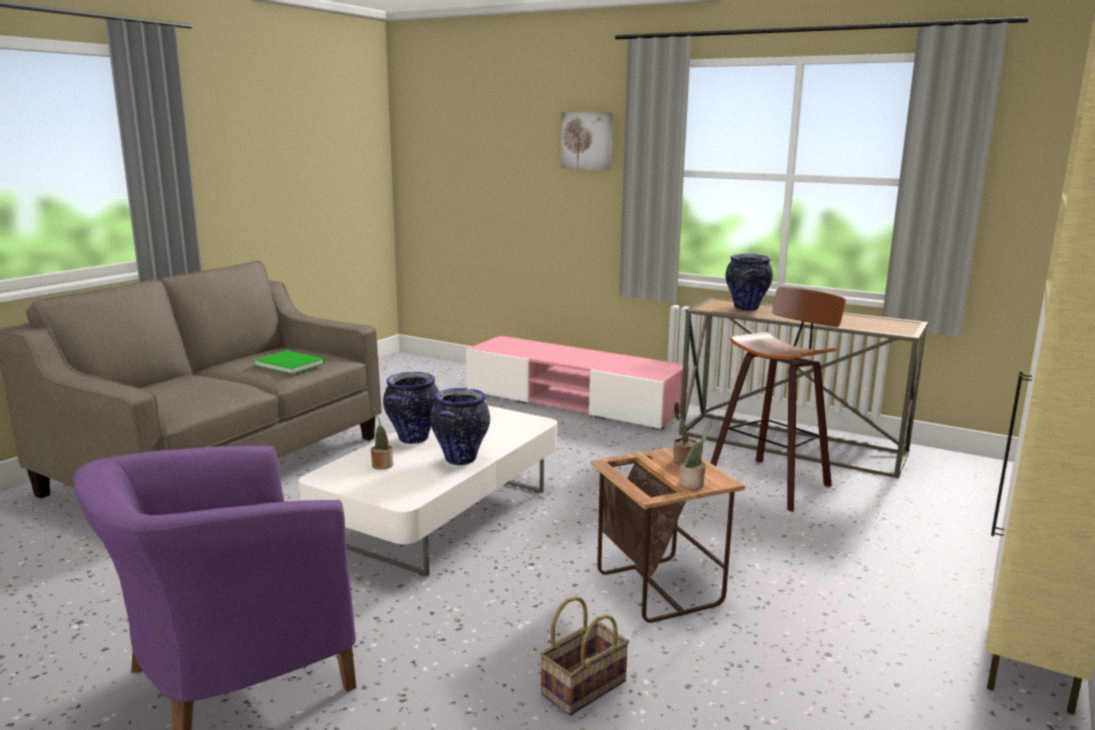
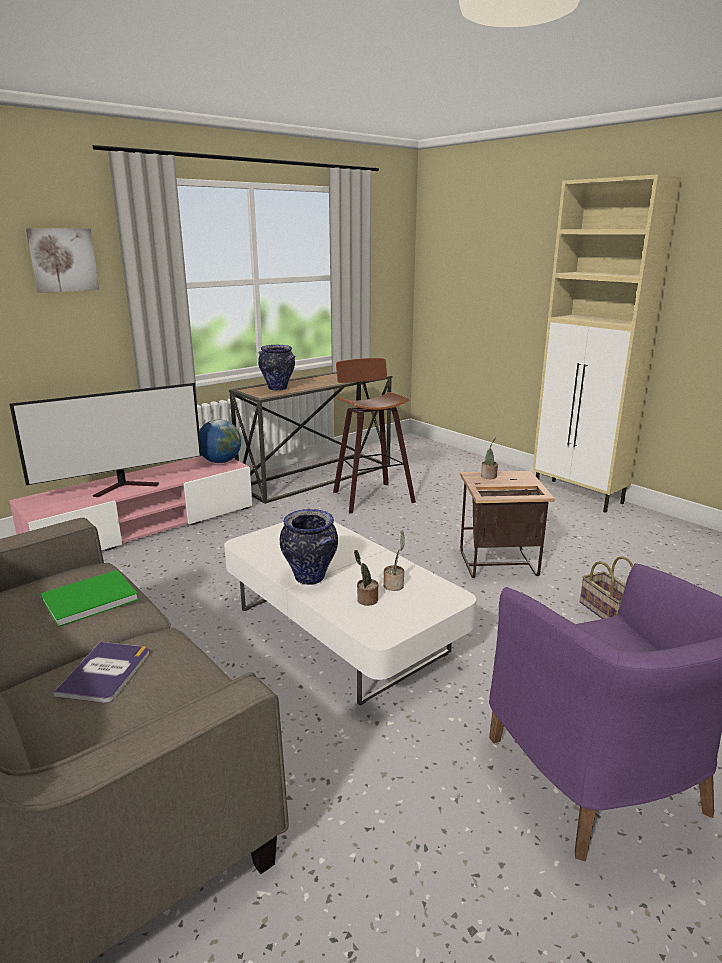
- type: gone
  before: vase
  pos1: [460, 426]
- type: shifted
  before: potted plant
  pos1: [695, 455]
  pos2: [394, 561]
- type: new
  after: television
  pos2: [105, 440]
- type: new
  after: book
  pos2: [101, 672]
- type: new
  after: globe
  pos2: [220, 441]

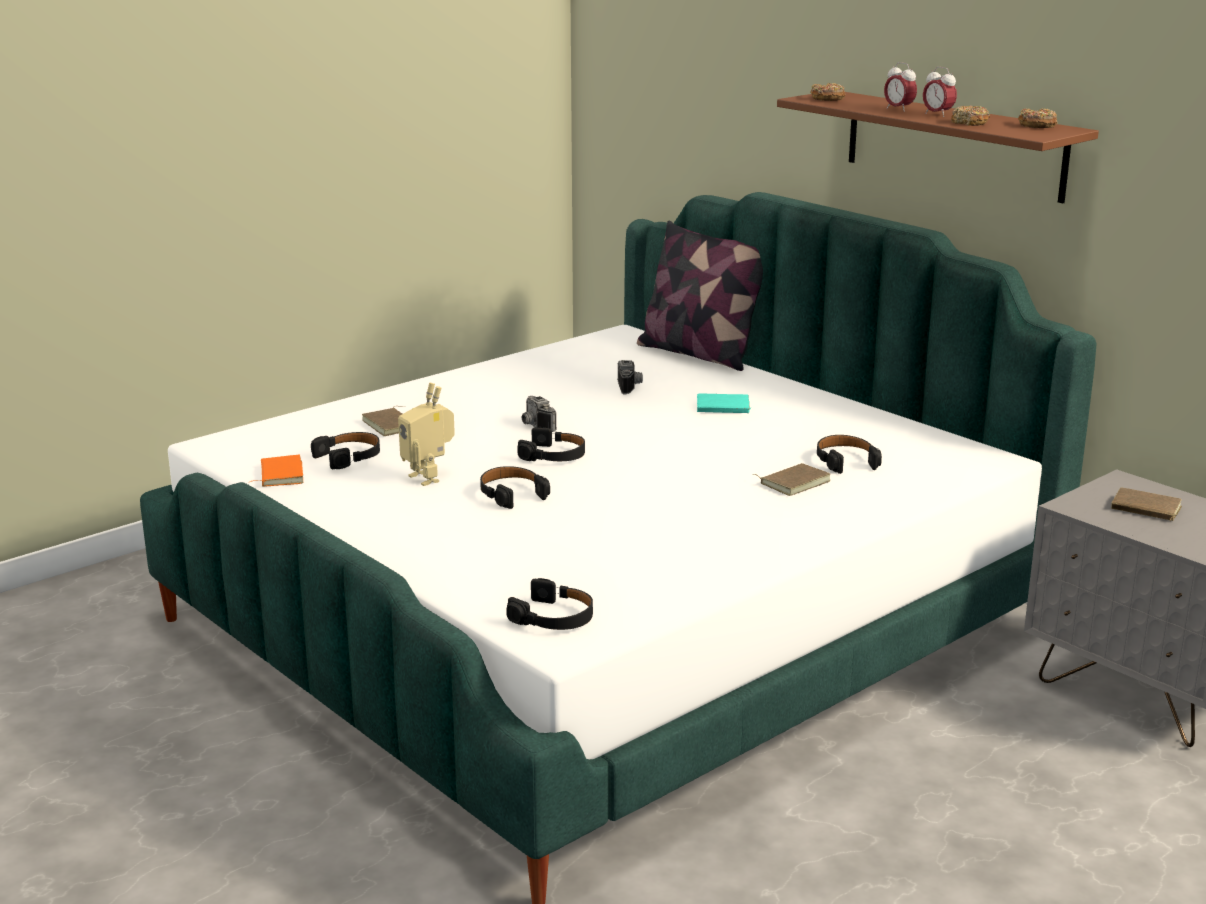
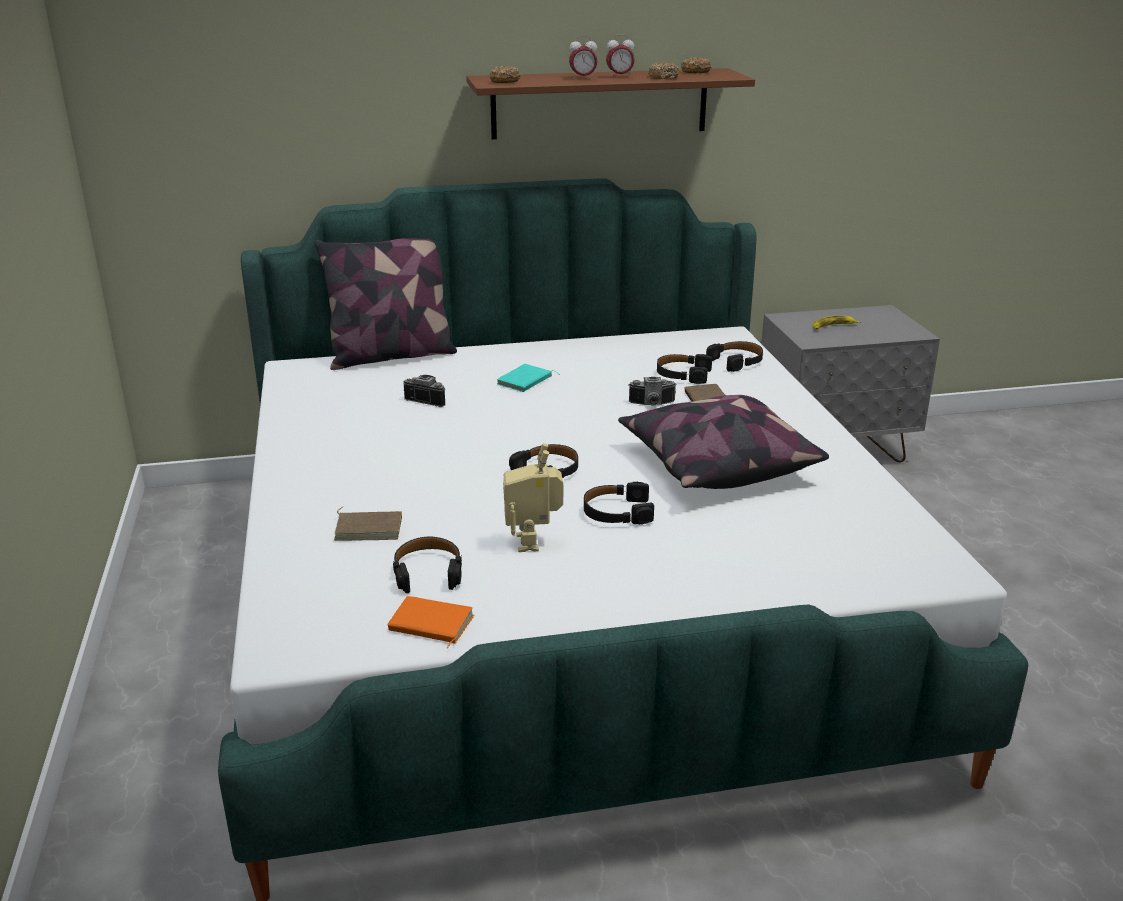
- type: rotated
  before: toy robot
  pos1: [426, 434]
  pos2: [533, 497]
  turn: 90
- type: shifted
  before: headphones (black)
  pos1: [549, 604]
  pos2: [734, 356]
- type: shifted
  before: photo camera
  pos1: [539, 414]
  pos2: [652, 391]
- type: swapped
  before: book (brown)
  after: banana
  pos1: [1146, 504]
  pos2: [836, 323]
- type: new
  after: pillow
  pos2: [723, 442]

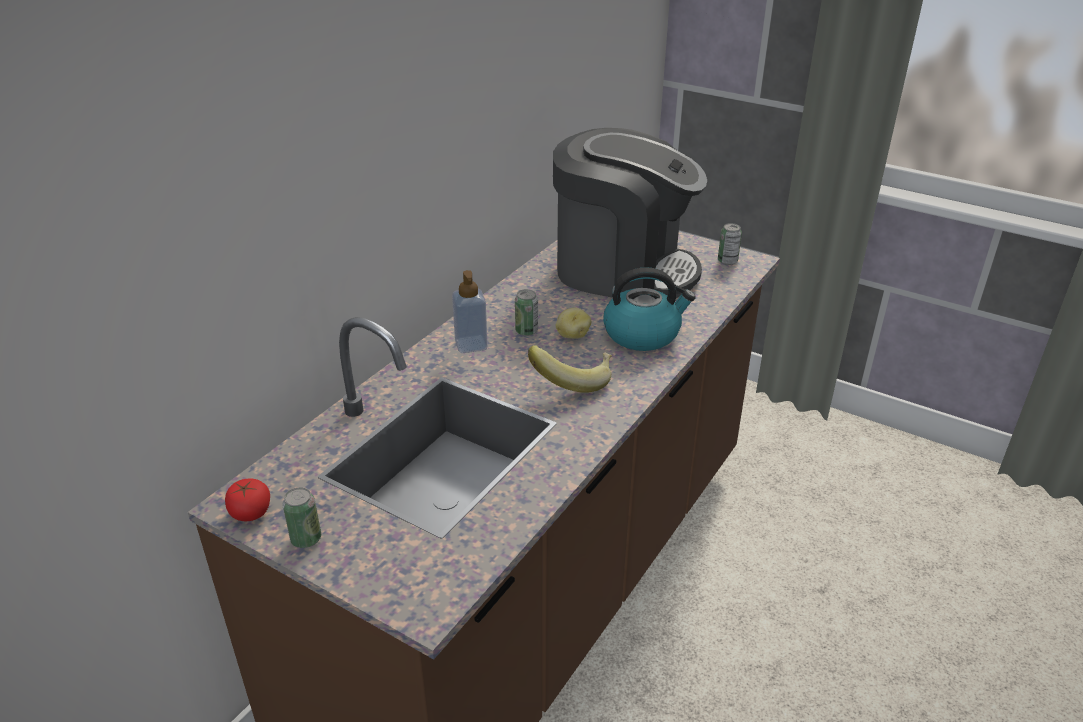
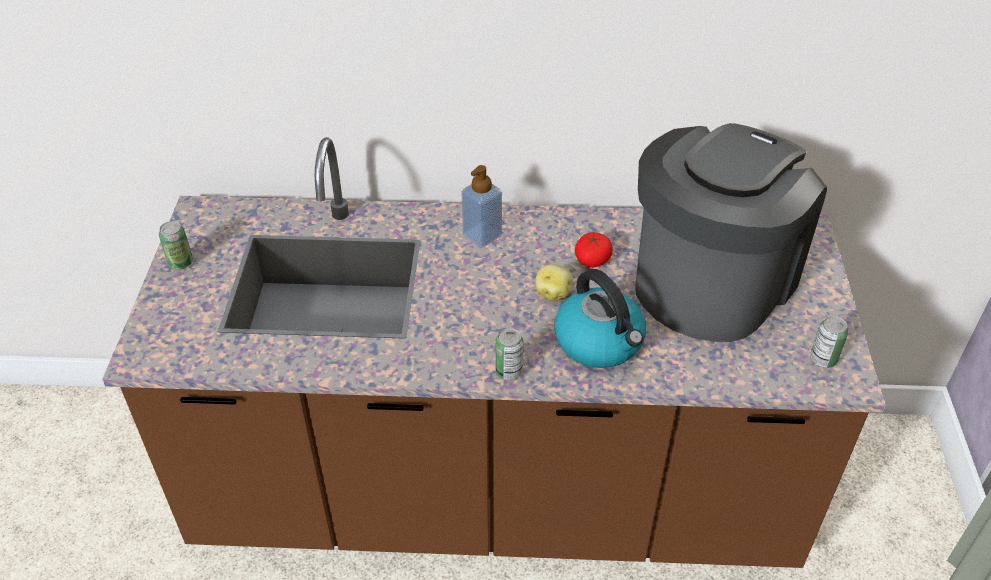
- type: shifted
  before: tomato
  pos1: [247, 499]
  pos2: [594, 249]
- type: shifted
  before: can
  pos1: [526, 312]
  pos2: [509, 354]
- type: gone
  before: banana
  pos1: [570, 369]
- type: rotated
  before: coffee machine
  pos1: [630, 213]
  pos2: [731, 232]
  turn: -135

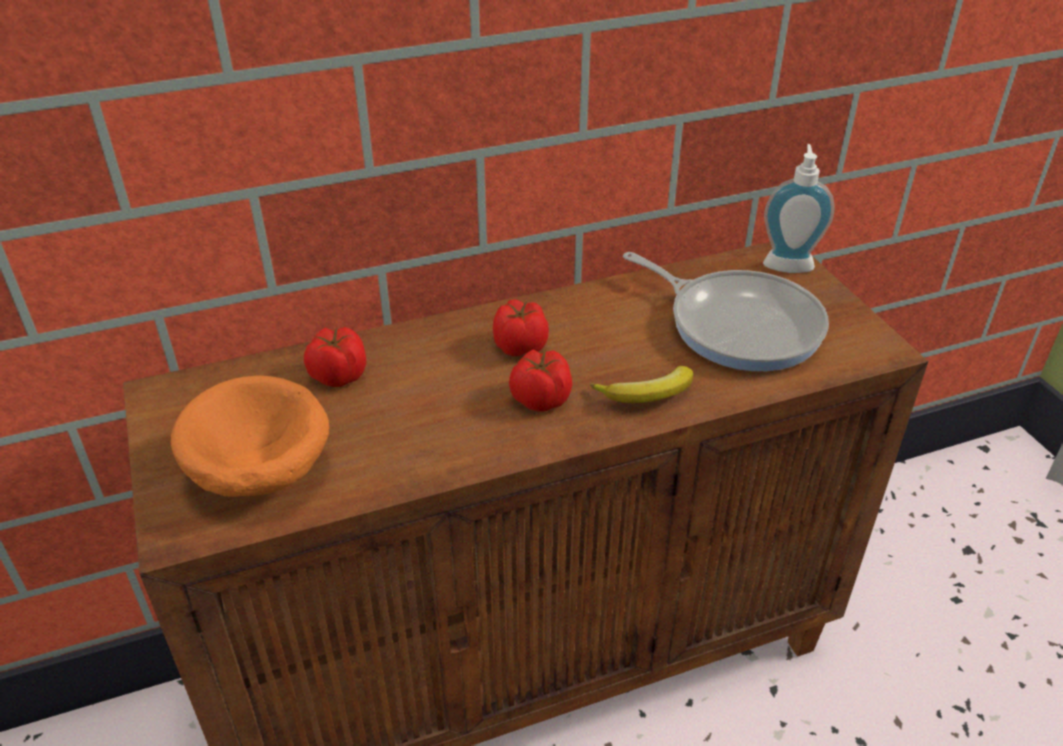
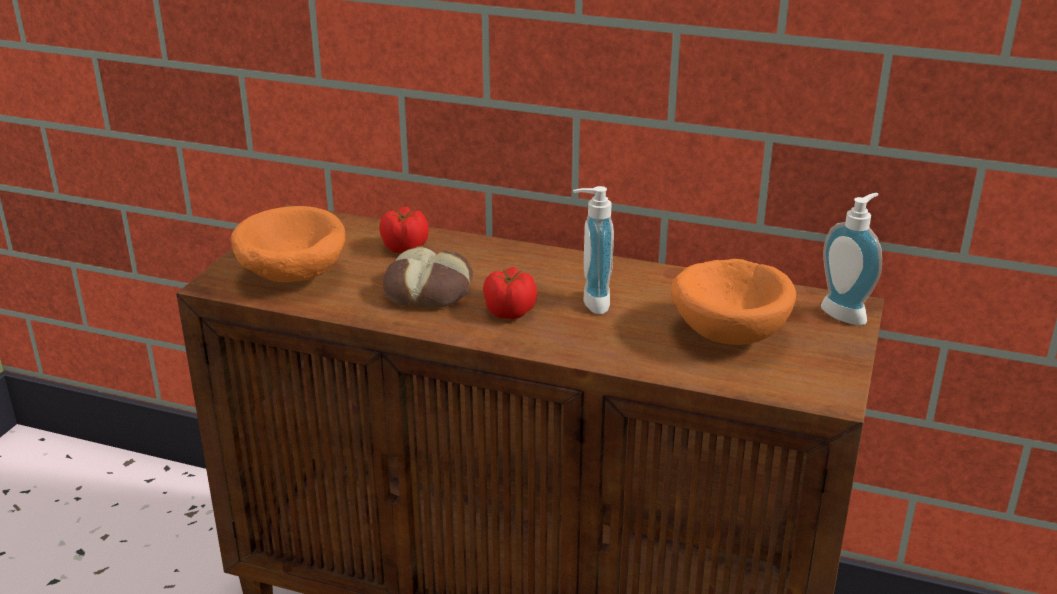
- type: gone
  before: tomato
  pos1: [521, 327]
- type: gone
  before: banana
  pos1: [641, 384]
- type: swapped
  before: frying pan
  after: bowl (orange)
  pos1: [726, 311]
  pos2: [733, 302]
- type: new
  after: bread
  pos2: [428, 277]
- type: new
  after: soap dispenser
  pos2: [593, 250]

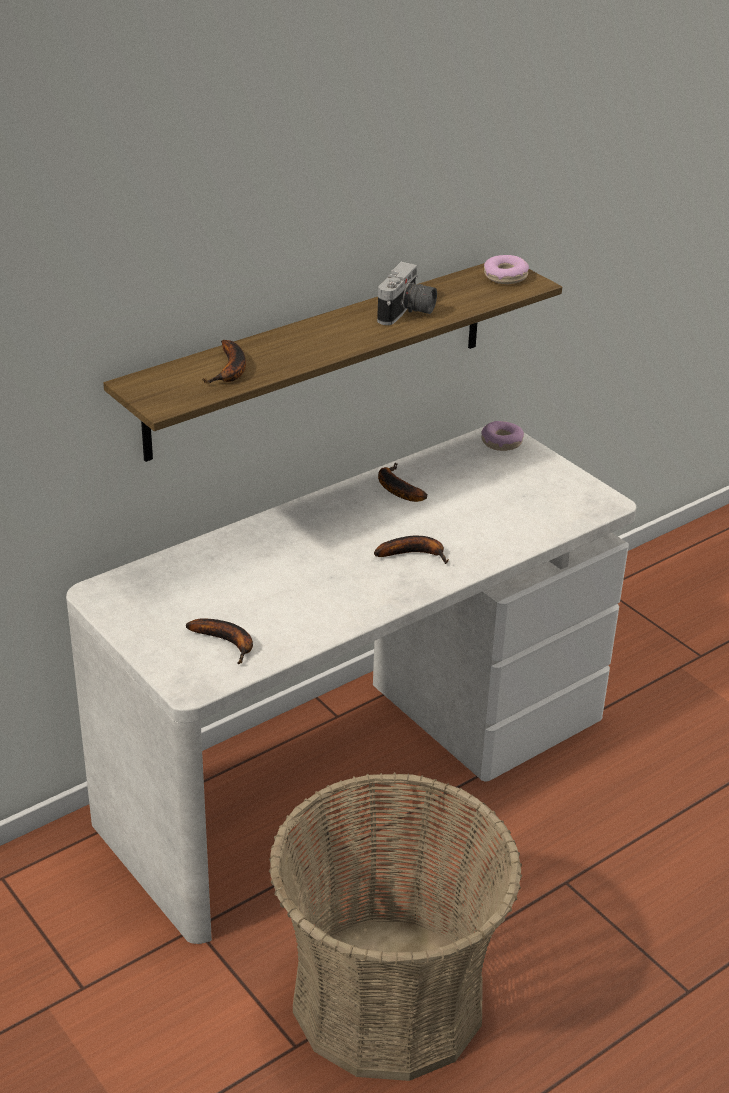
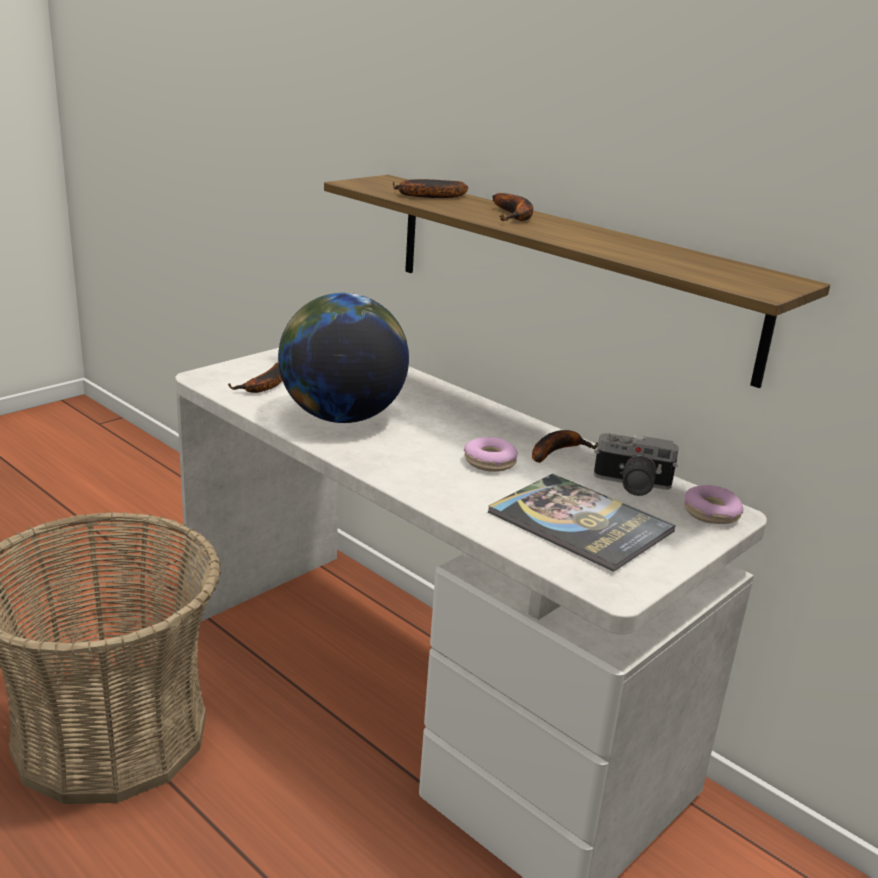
- type: shifted
  before: banana
  pos1: [411, 550]
  pos2: [512, 207]
- type: shifted
  before: photo camera
  pos1: [407, 293]
  pos2: [636, 464]
- type: shifted
  before: donut
  pos1: [506, 269]
  pos2: [491, 454]
- type: new
  after: globe
  pos2: [343, 358]
- type: new
  after: book
  pos2: [582, 523]

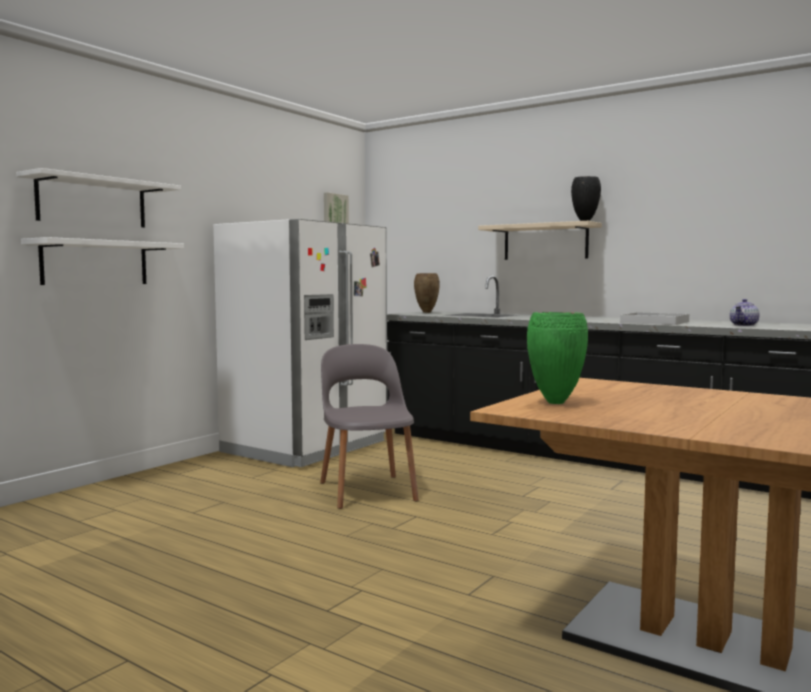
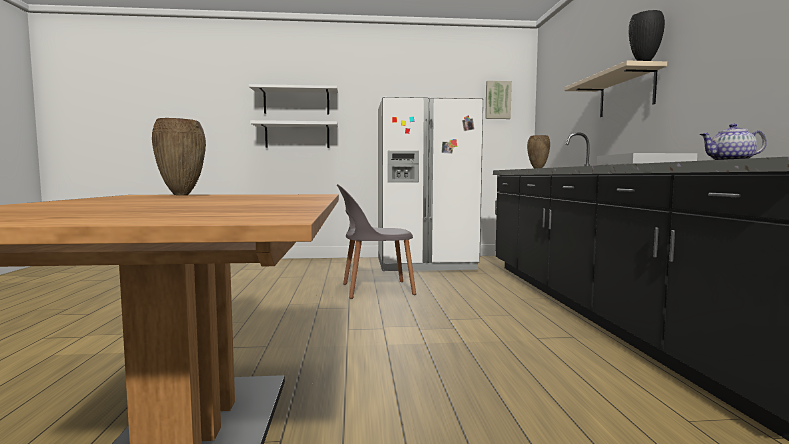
- type: rotated
  before: chair (grey)
  pos1: [369, 426]
  pos2: [376, 241]
  turn: -135
- type: repainted
  before: vase (green)
  after: vase (brown)
  pos1: [557, 358]
  pos2: [179, 157]

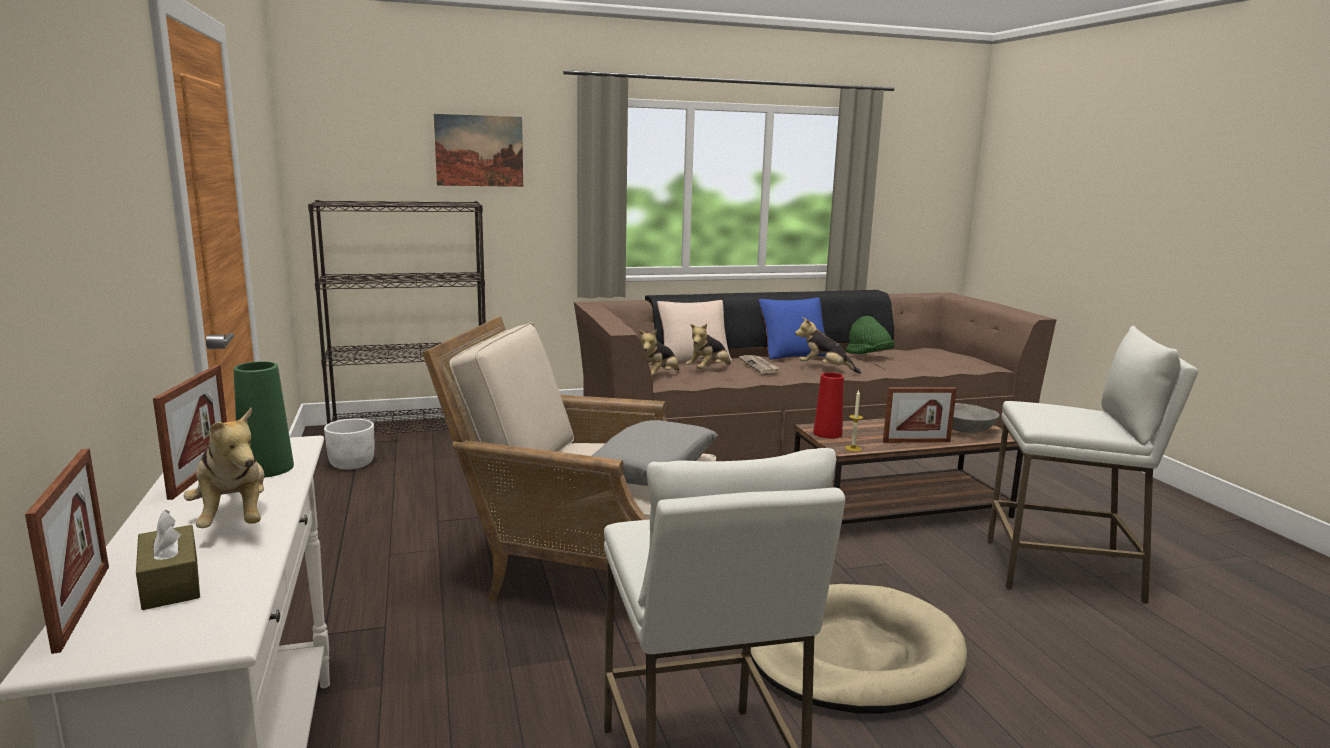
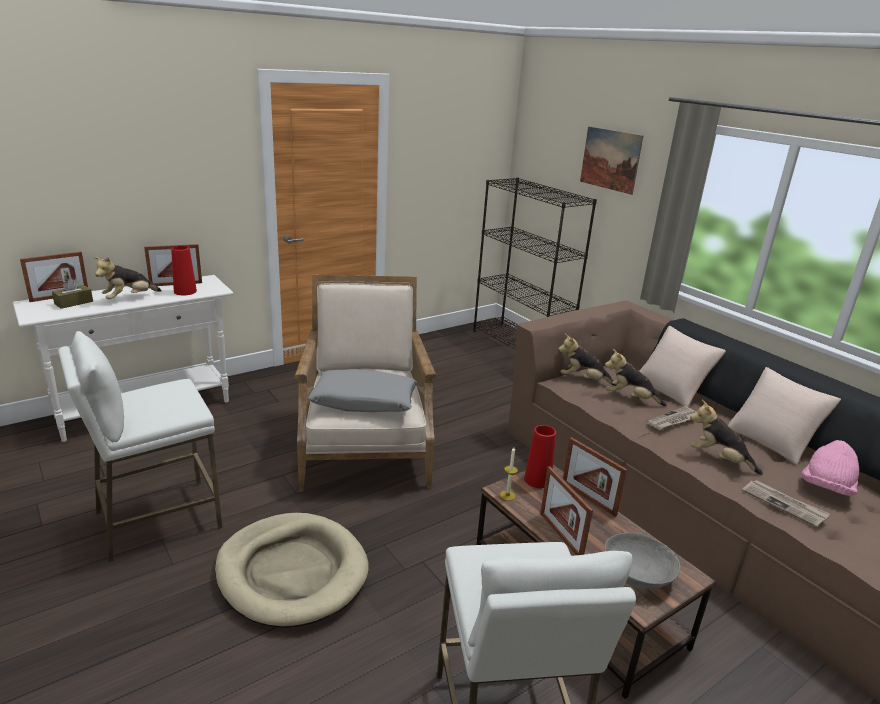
- type: repainted
  before: vase (green)
  after: vase (red)
  pos1: [264, 419]
  pos2: [184, 270]
- type: gone
  before: planter (white)
  pos1: [349, 444]
- type: repainted
  before: pillow (blue)
  after: pillow (beige)
  pos1: [792, 329]
  pos2: [784, 416]
- type: rotated
  before: plush toy
  pos1: [828, 345]
  pos2: [726, 437]
  turn: -60
- type: repainted
  before: hat (green)
  after: hat (pink)
  pos1: [870, 335]
  pos2: [830, 468]
- type: new
  after: picture frame
  pos2: [595, 477]
- type: new
  after: newspaper
  pos2: [786, 503]

